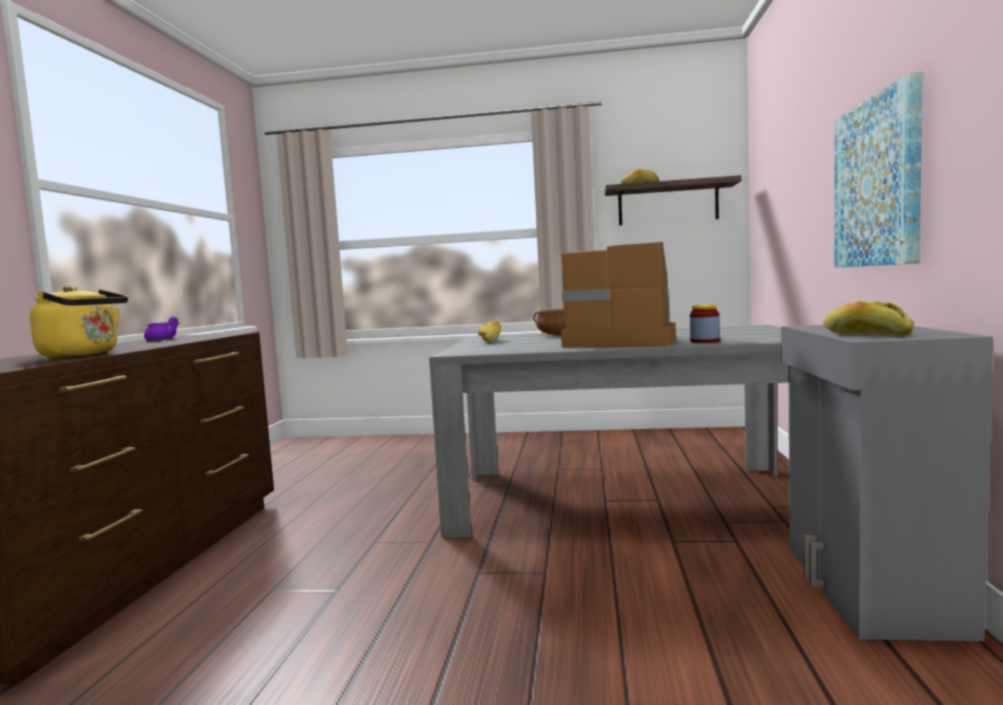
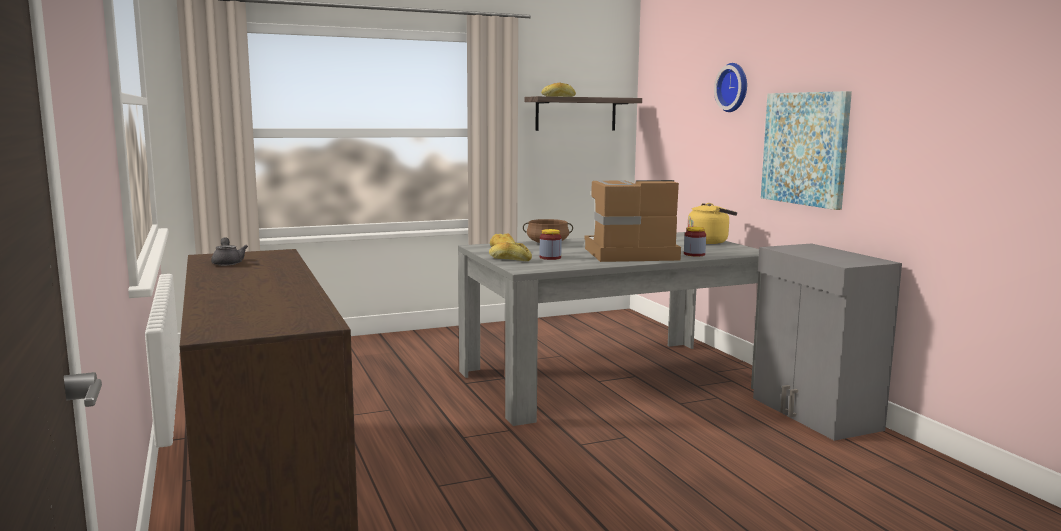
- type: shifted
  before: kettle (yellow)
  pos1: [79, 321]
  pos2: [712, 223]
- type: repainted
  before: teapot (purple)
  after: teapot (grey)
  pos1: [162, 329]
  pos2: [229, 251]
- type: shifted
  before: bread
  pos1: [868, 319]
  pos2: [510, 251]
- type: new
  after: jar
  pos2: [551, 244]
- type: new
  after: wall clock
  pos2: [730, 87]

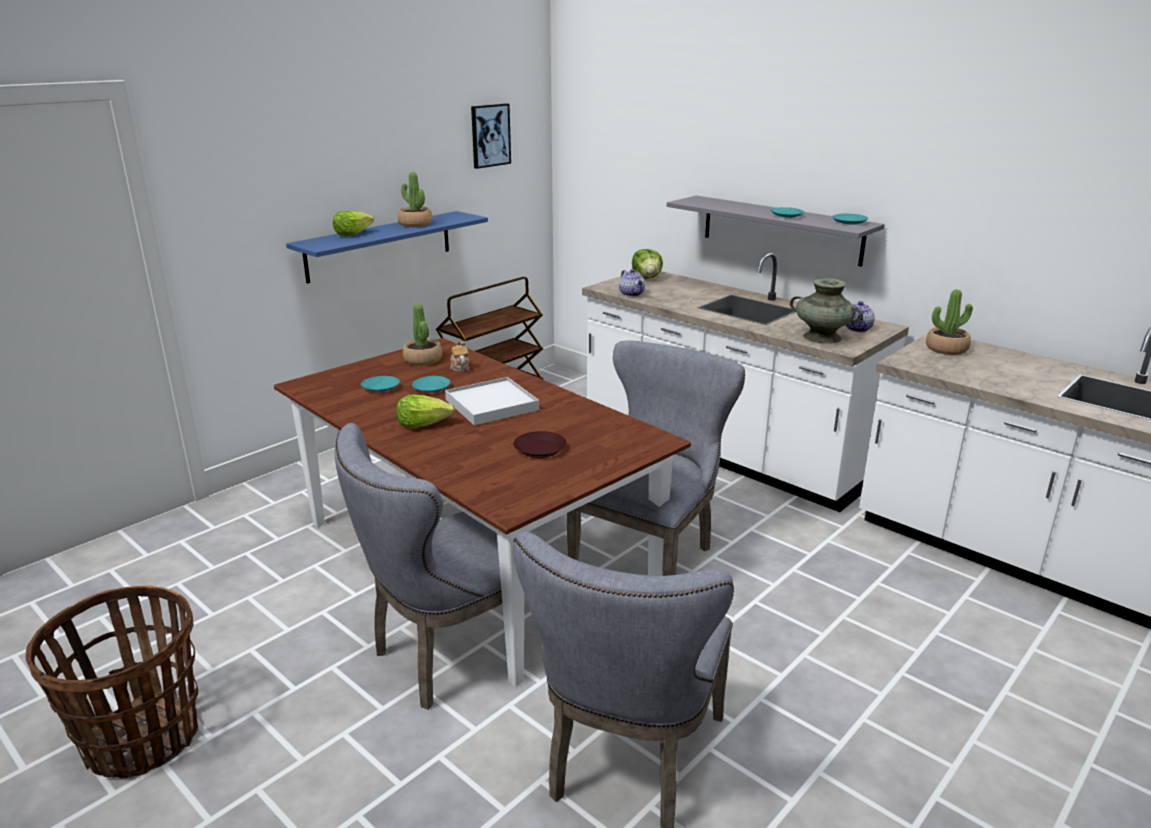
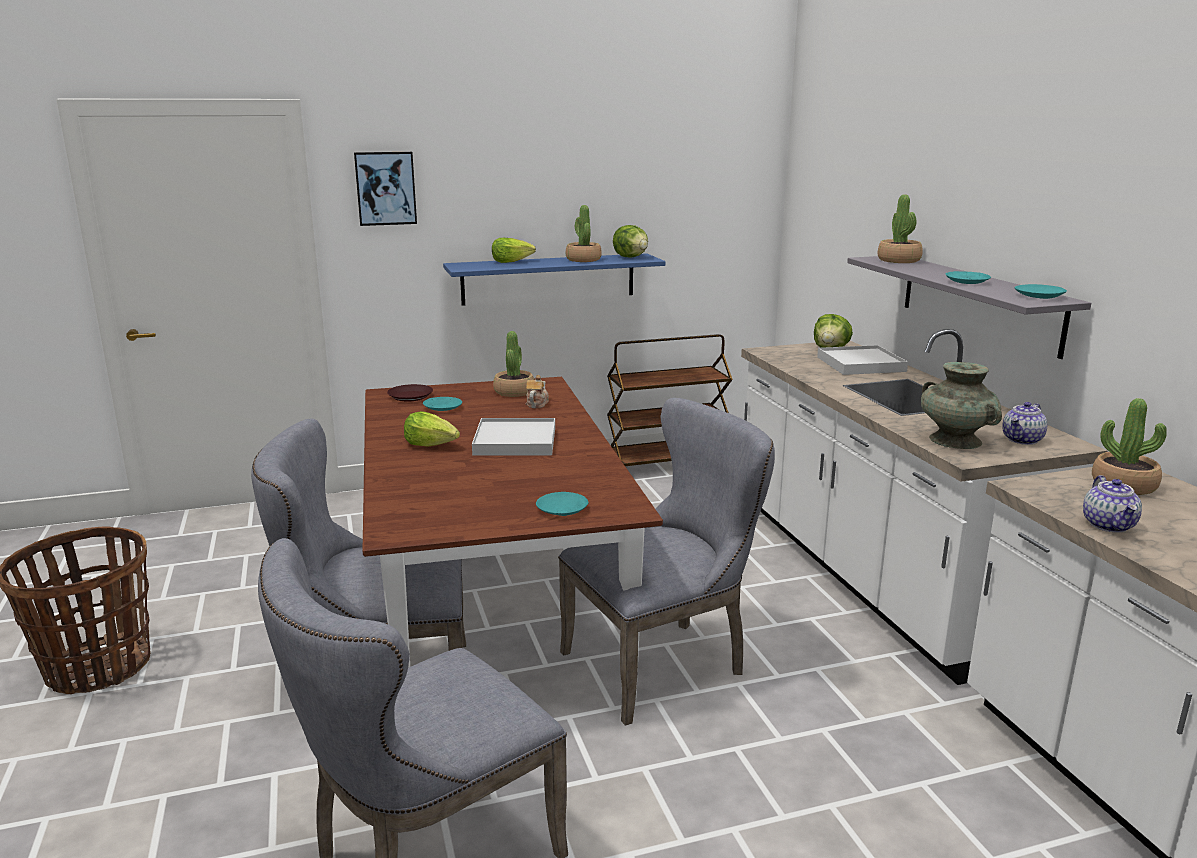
- type: shifted
  before: plate (turquoise)
  pos1: [431, 384]
  pos2: [562, 504]
- type: shifted
  before: picture
  pos1: [491, 136]
  pos2: [385, 189]
- type: shifted
  before: plate (brown)
  pos1: [540, 444]
  pos2: [410, 392]
- type: shifted
  before: teapot
  pos1: [632, 283]
  pos2: [1112, 503]
- type: new
  after: lettuce
  pos2: [630, 241]
- type: new
  after: tray (white)
  pos2: [862, 360]
- type: new
  after: potted plant
  pos2: [900, 229]

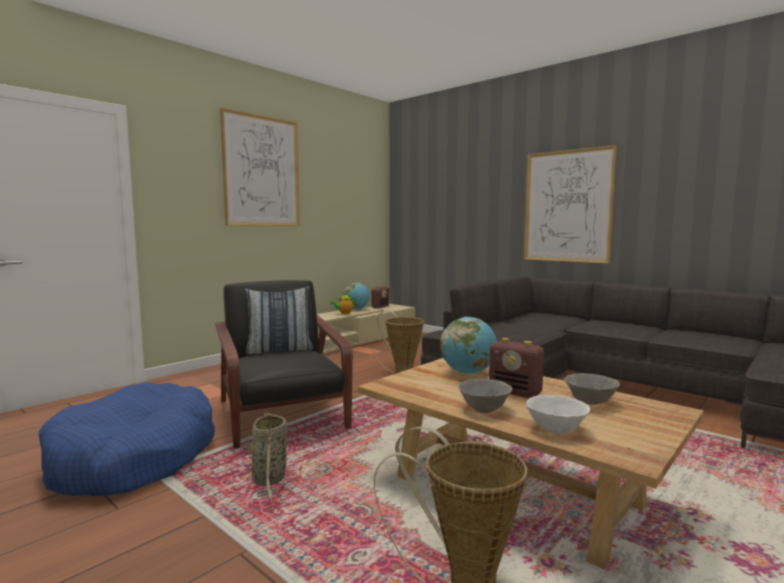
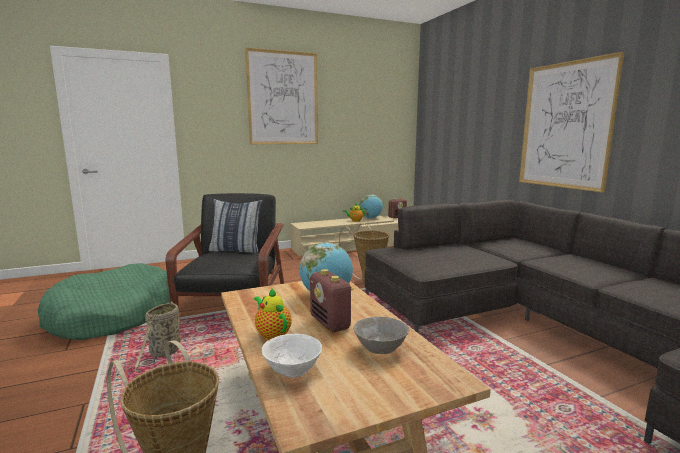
- type: repainted
  before: dog bed (blue)
  after: dog bed (green)
  pos1: [126, 439]
  pos2: [104, 301]
- type: swapped
  before: bowl (grey)
  after: teapot
  pos1: [485, 396]
  pos2: [273, 314]

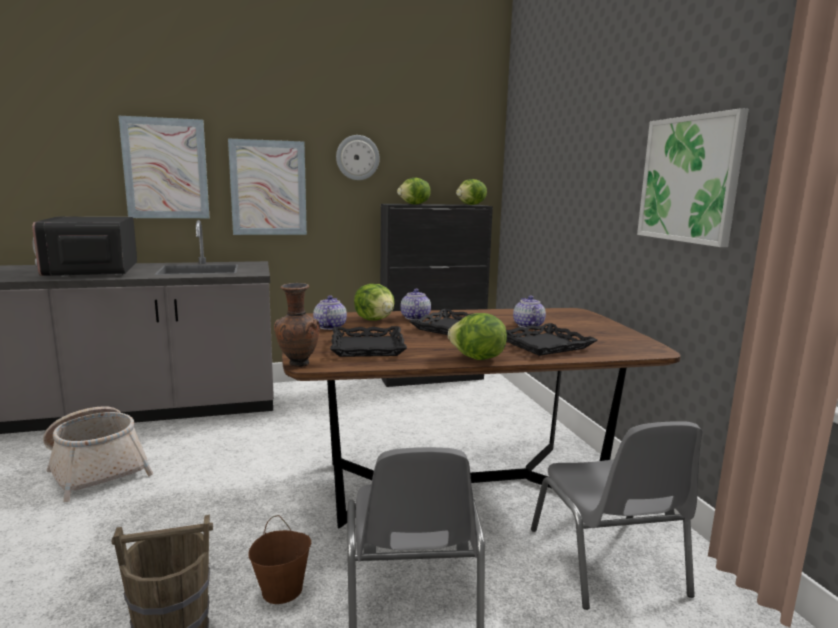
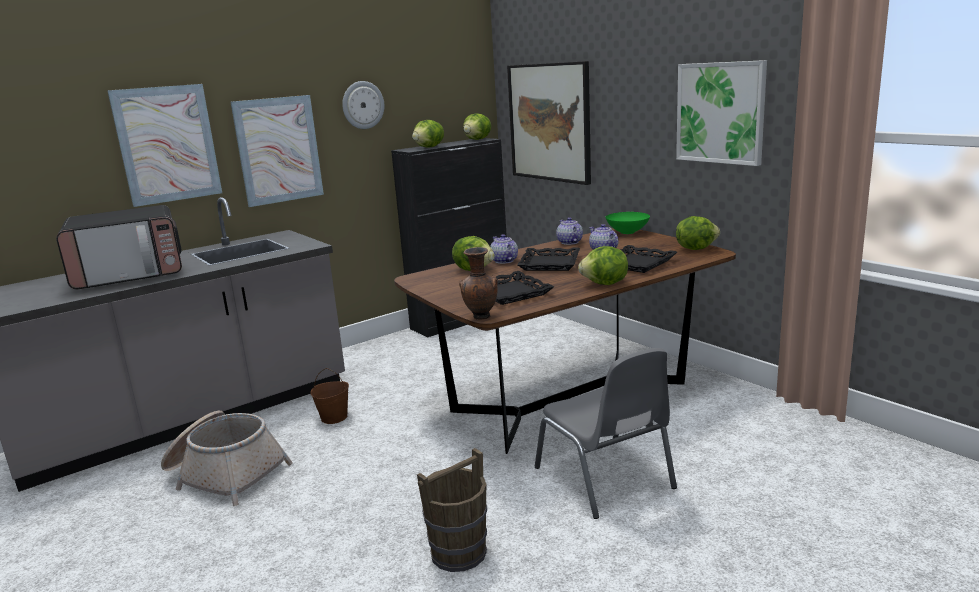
- type: rotated
  before: microwave
  pos1: [84, 247]
  pos2: [119, 247]
  turn: -75
- type: shifted
  before: bucket (brown)
  pos1: [280, 559]
  pos2: [329, 396]
- type: shifted
  before: teapot
  pos1: [330, 313]
  pos2: [569, 231]
- type: gone
  before: chair (grey)
  pos1: [616, 515]
- type: new
  after: picture
  pos2: [549, 123]
- type: new
  after: bowl (green)
  pos2: [628, 223]
- type: new
  after: lettuce
  pos2: [698, 233]

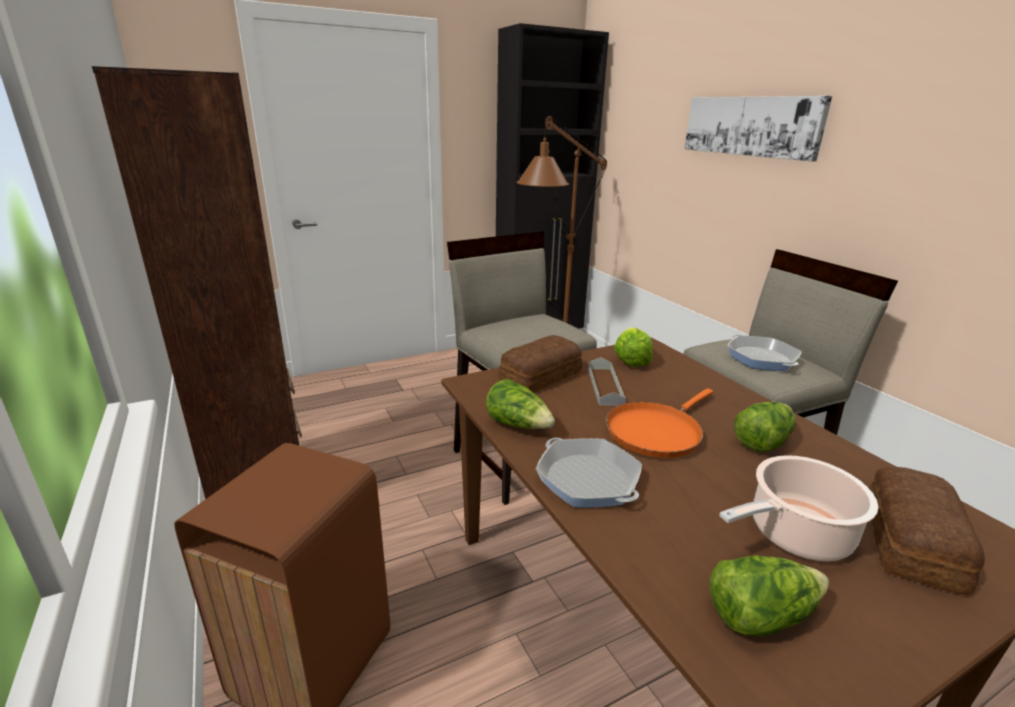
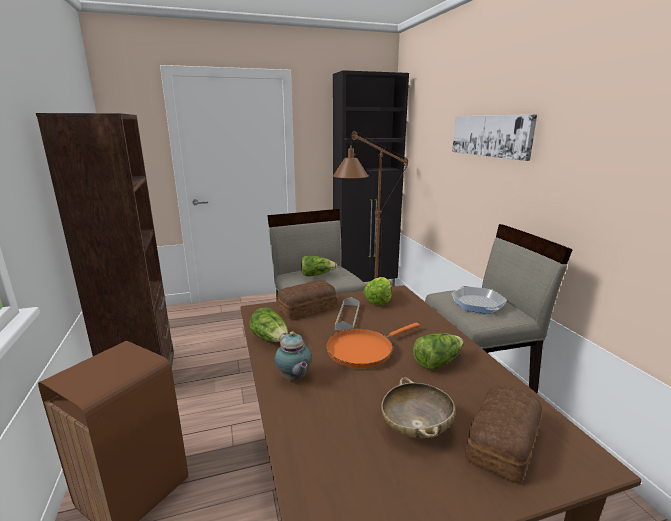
- type: swapped
  before: frying pan
  after: teapot
  pos1: [589, 473]
  pos2: [293, 355]
- type: shifted
  before: lettuce
  pos1: [769, 596]
  pos2: [319, 266]
- type: swapped
  before: cooking pot
  after: bowl (beige)
  pos1: [799, 508]
  pos2: [418, 407]

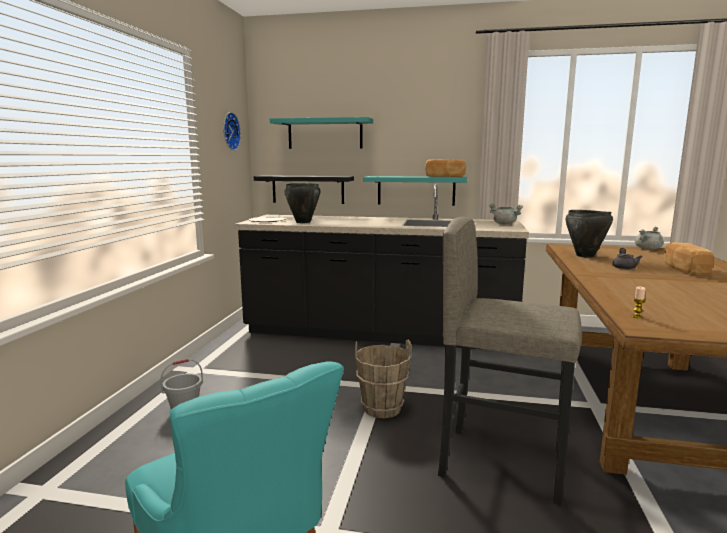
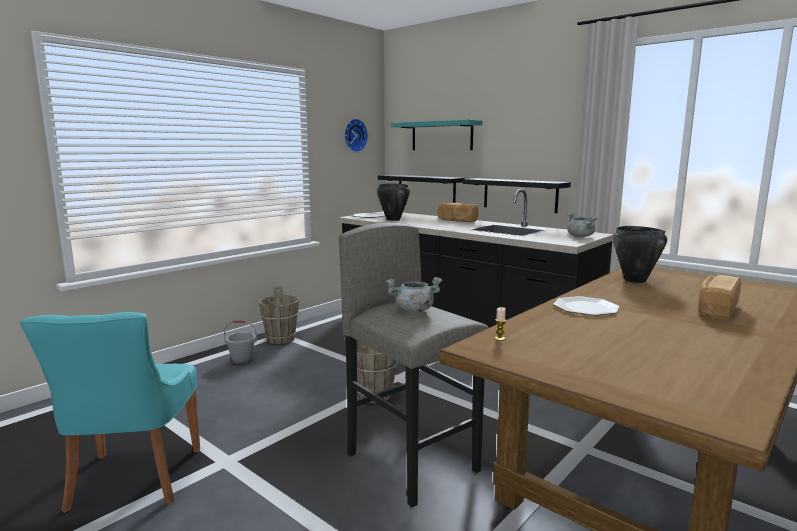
- type: repainted
  before: shelf (turquoise)
  after: shelf (black)
  pos1: [415, 191]
  pos2: [516, 195]
- type: shifted
  before: bread
  pos1: [445, 168]
  pos2: [458, 212]
- type: gone
  before: teapot (grey)
  pos1: [627, 258]
- type: shifted
  before: cooking pot (grey)
  pos1: [649, 238]
  pos2: [414, 294]
- type: new
  after: bucket (brown)
  pos2: [279, 315]
- type: new
  after: plate
  pos2: [586, 306]

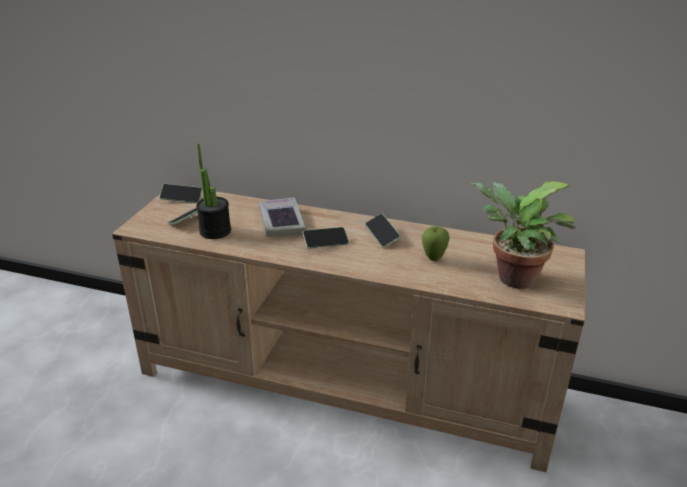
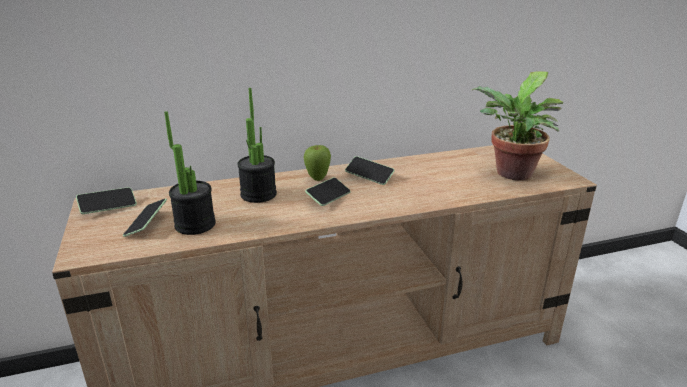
- type: swapped
  before: book
  after: potted plant
  pos1: [282, 217]
  pos2: [257, 145]
- type: shifted
  before: apple
  pos1: [436, 243]
  pos2: [317, 163]

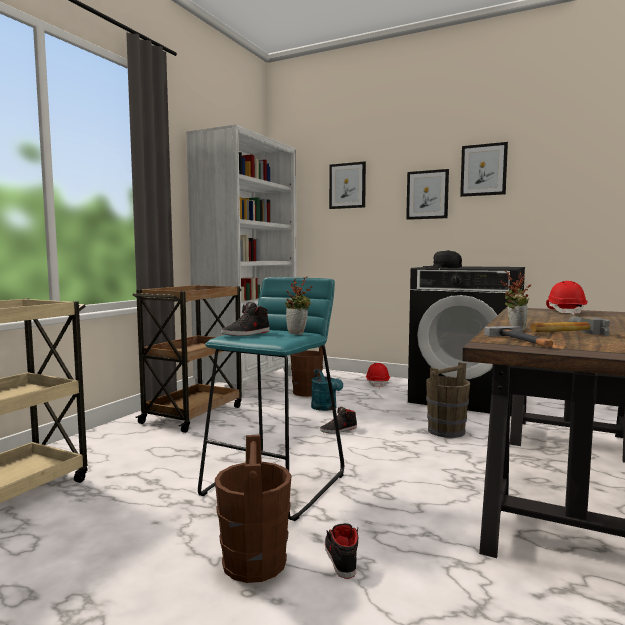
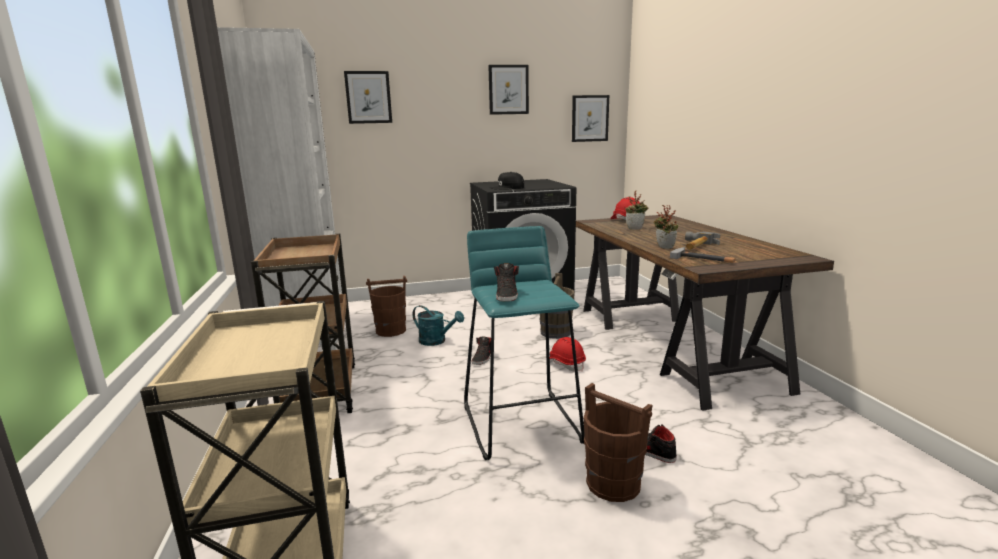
- type: shifted
  before: potted plant
  pos1: [298, 305]
  pos2: [636, 210]
- type: shifted
  before: hard hat (red)
  pos1: [378, 375]
  pos2: [568, 354]
- type: shifted
  before: picture
  pos1: [427, 194]
  pos2: [590, 118]

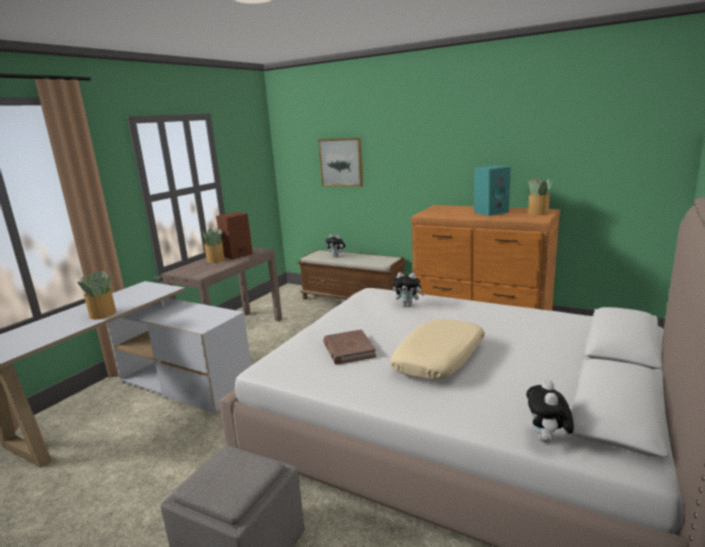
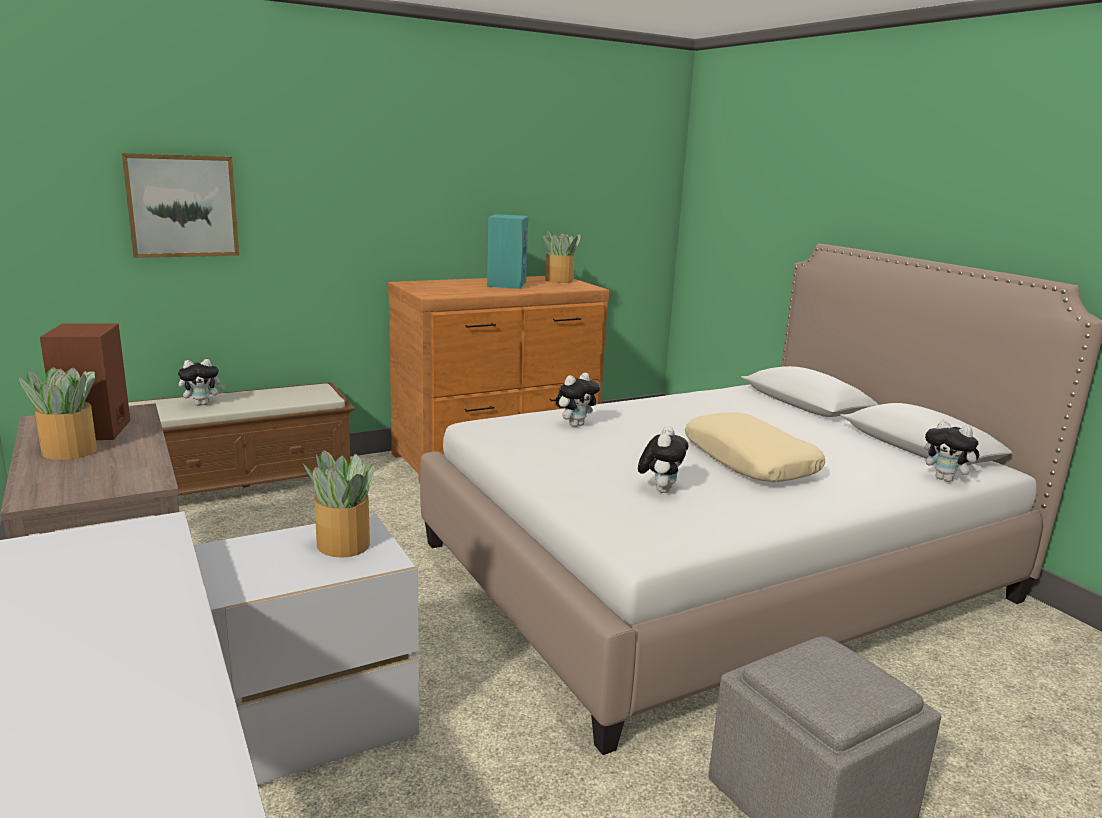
- type: shifted
  before: potted plant
  pos1: [97, 295]
  pos2: [339, 504]
- type: swapped
  before: book (brown)
  after: plush toy
  pos1: [349, 347]
  pos2: [663, 459]

